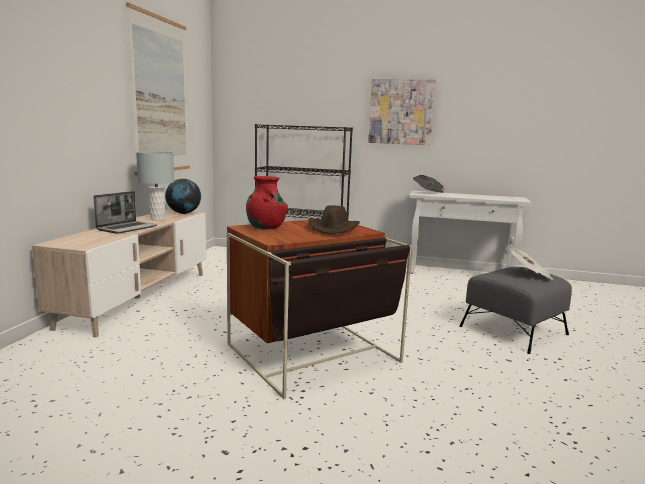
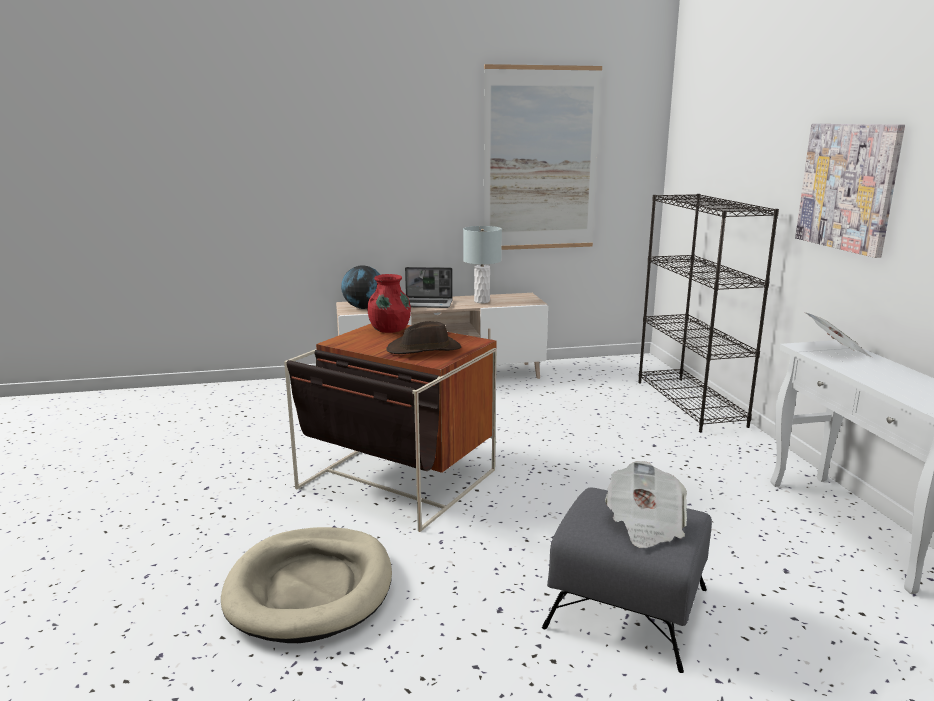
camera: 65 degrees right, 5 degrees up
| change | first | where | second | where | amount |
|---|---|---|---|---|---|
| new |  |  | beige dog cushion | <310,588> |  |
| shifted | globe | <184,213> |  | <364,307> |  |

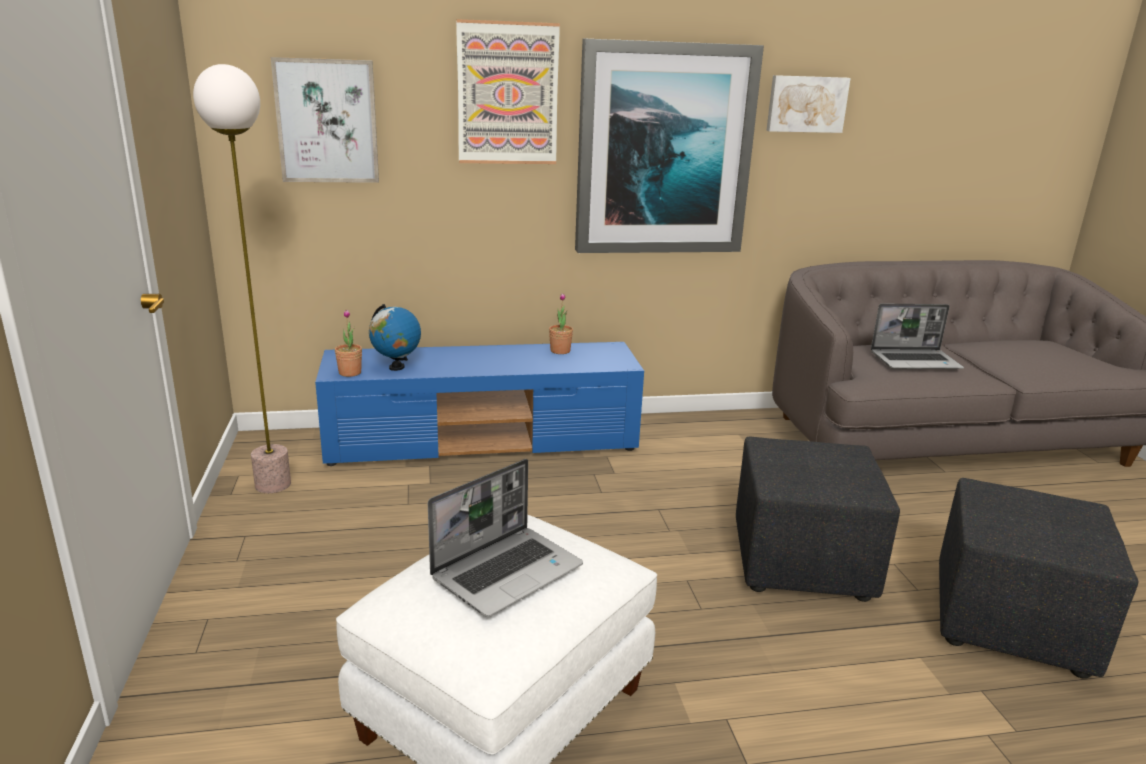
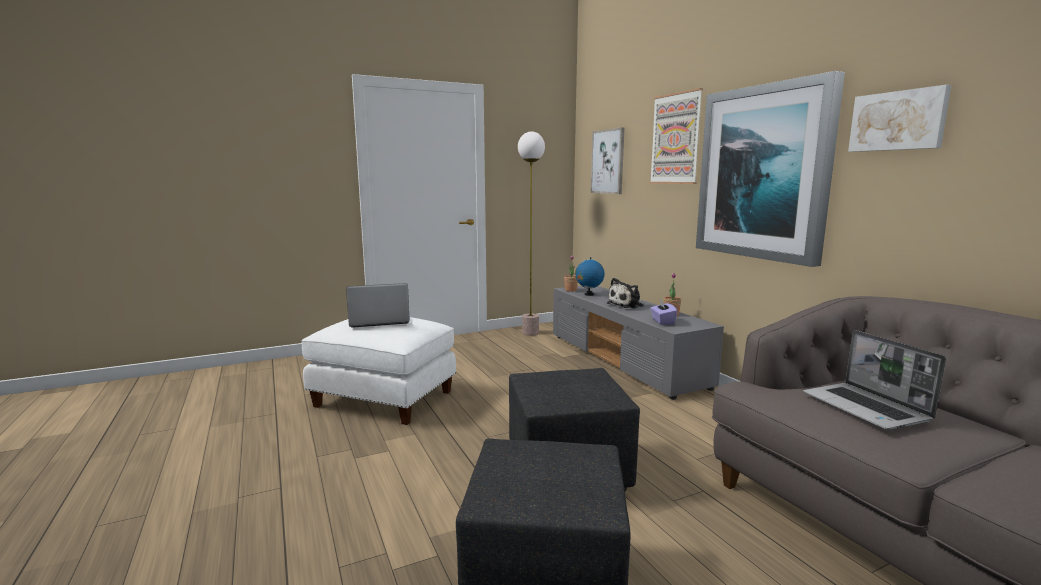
camera: 75 degrees right, 10 degrees down
| change | first | where | second | where | amount |
|---|---|---|---|---|---|
| rotated | notebook computer | <508,571> |  | <378,321> | 135 degrees clockwise |
| repainted | blue-coloured tv stand | <484,441> | greyish tv stand | <625,360> |  |
| new |  |  | plush toy | <627,305> |  |
| new |  |  | purple box of tissues | <662,321> |  |

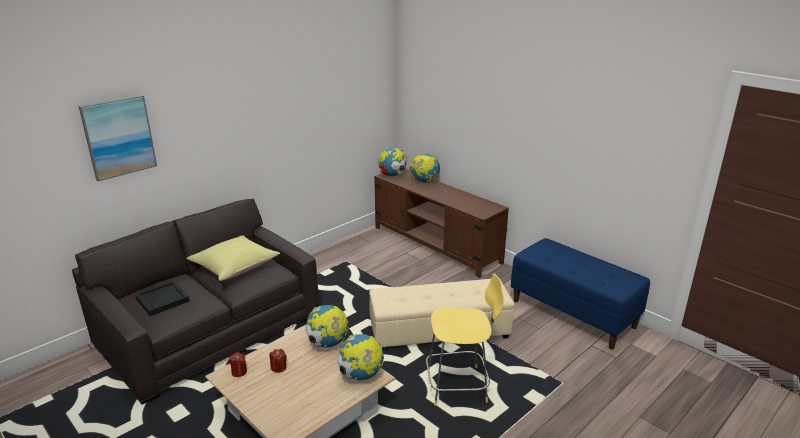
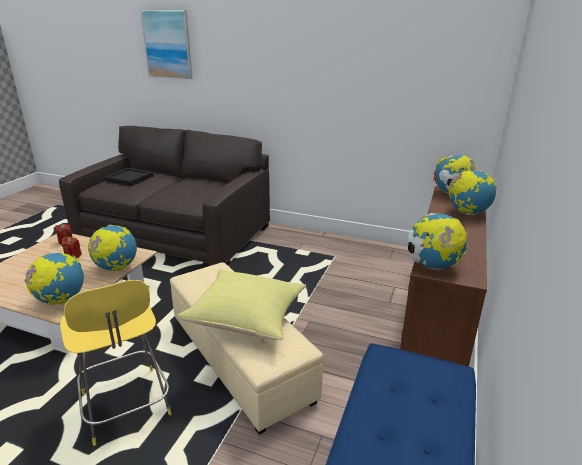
camera: 65 degrees right, 0 degrees up
| change | first | where | second | where | amount |
|---|---|---|---|---|---|
| shifted | yellow-coloured cushion | <235,268> |  | <247,318> |  |
| new |  |  | globe | <432,266> |  |

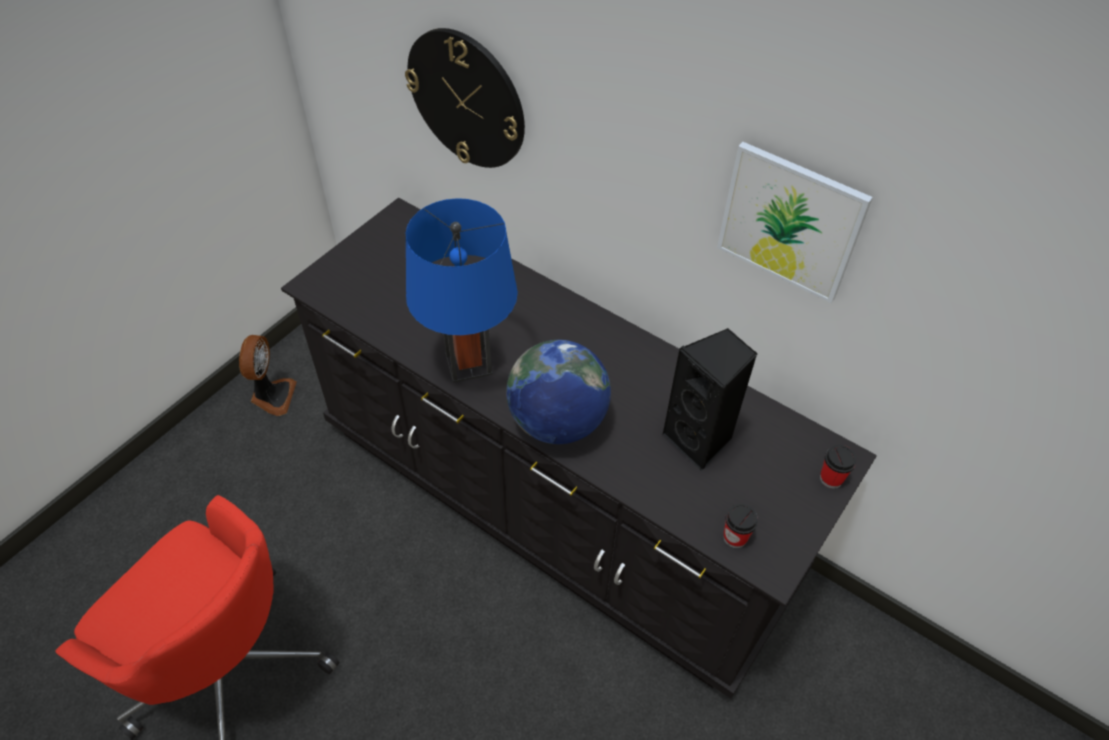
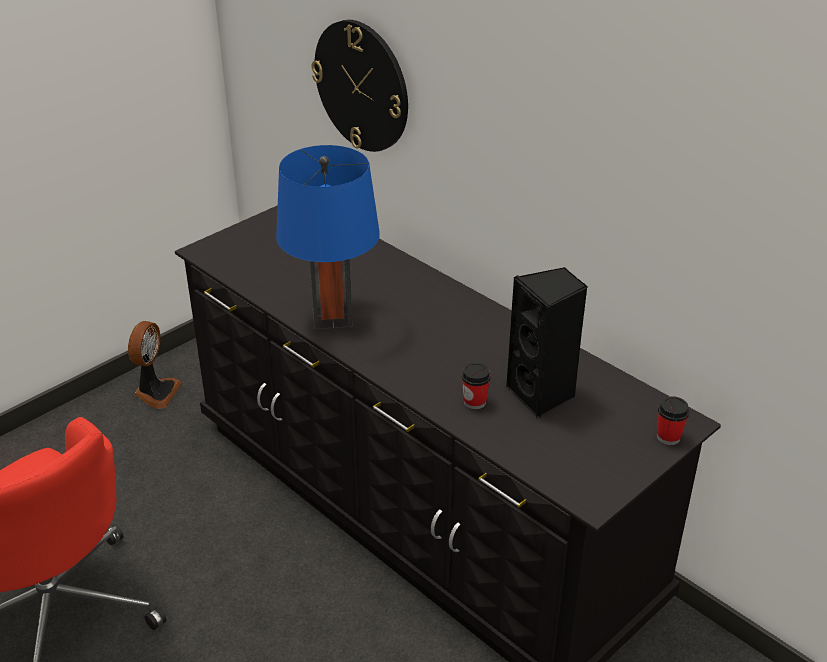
camera: 10 degrees right, 15 degrees down
| change | first | where | second | where | amount |
|---|---|---|---|---|---|
| shifted | small cup | <735,537> |  | <474,402> |  |
| gone | globe | <557,422> |  |  |  |
| gone | wall picture | <790,222> |  |  |  |

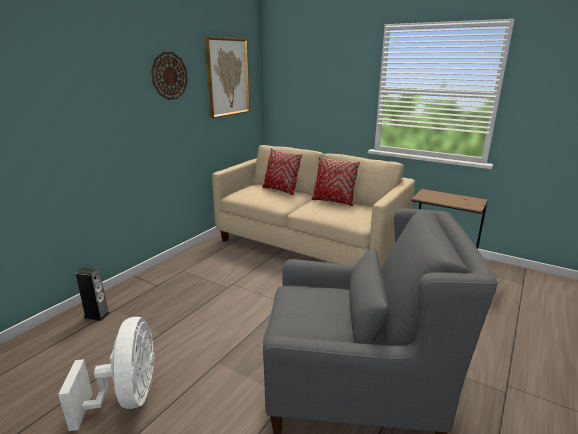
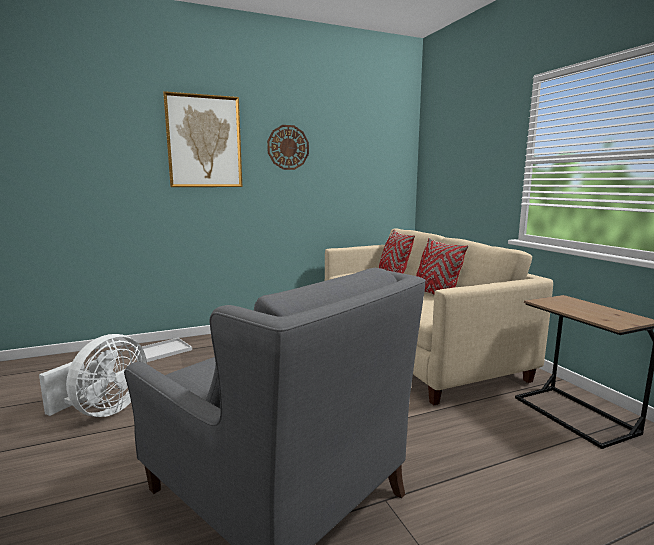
camera: 35 degrees right, 10 degrees down
| change | first | where | second | where | amount |
|---|---|---|---|---|---|
| swapped | audio speaker | <97,315> | white-coloured tray | <164,350> |  |
| shifted | wall picture | <228,77> |  | <204,142> |  |

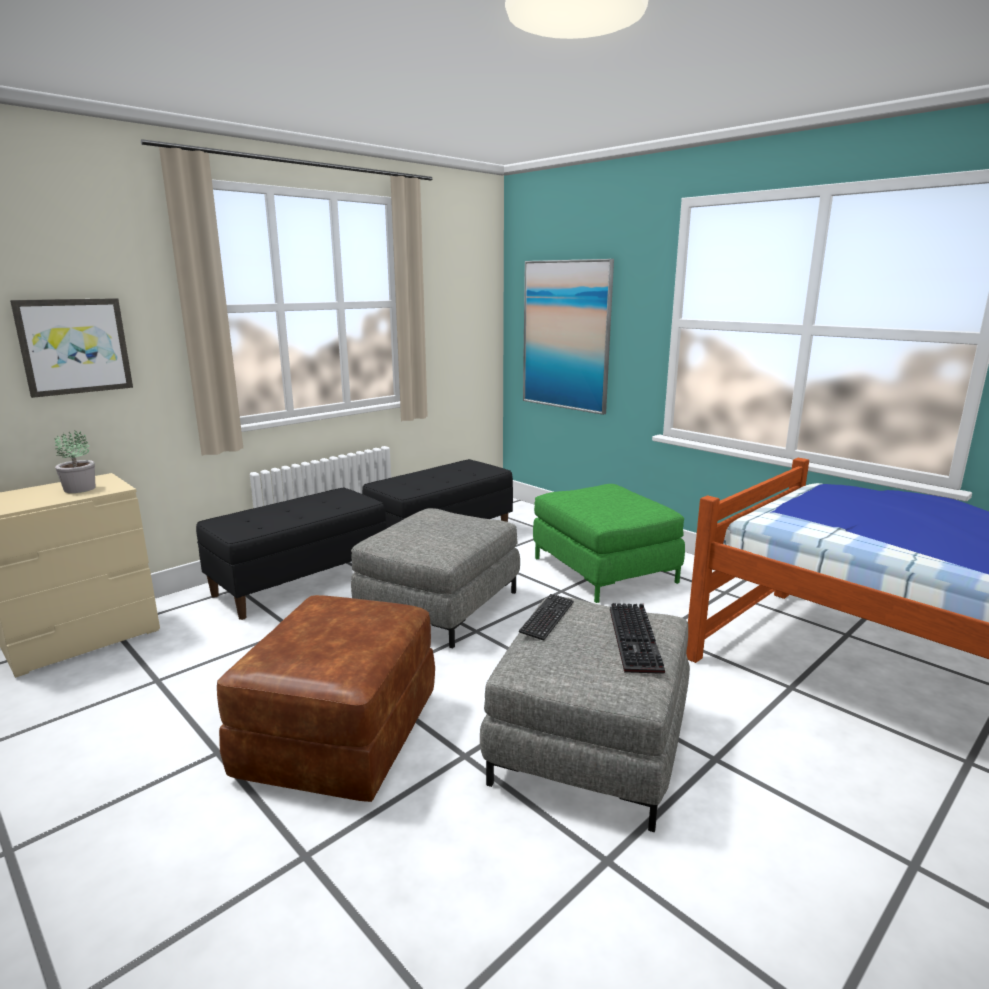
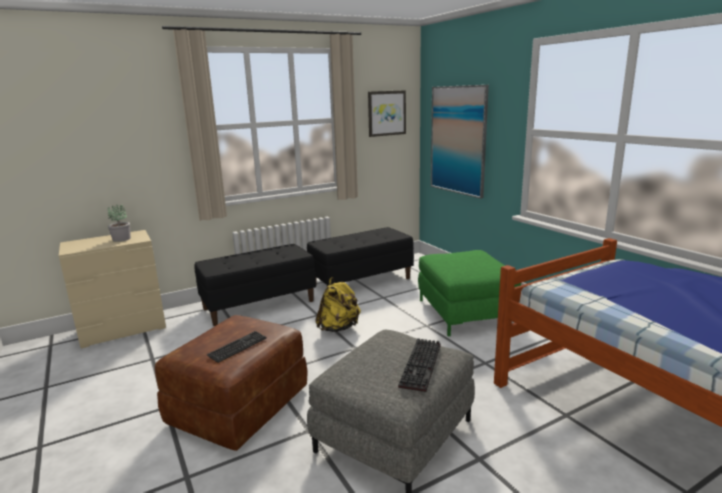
camera: 15 degrees right, 0 degrees up
| change | first | where | second | where | amount |
|---|---|---|---|---|---|
| shifted | PC keyboard | <547,618> |  | <237,347> |  |
| swapped | greyish footrest | <439,605> | yellow-coloured knapsack | <338,328> |  |
| shifted | wall picture | <74,346> |  | <386,113> |  |

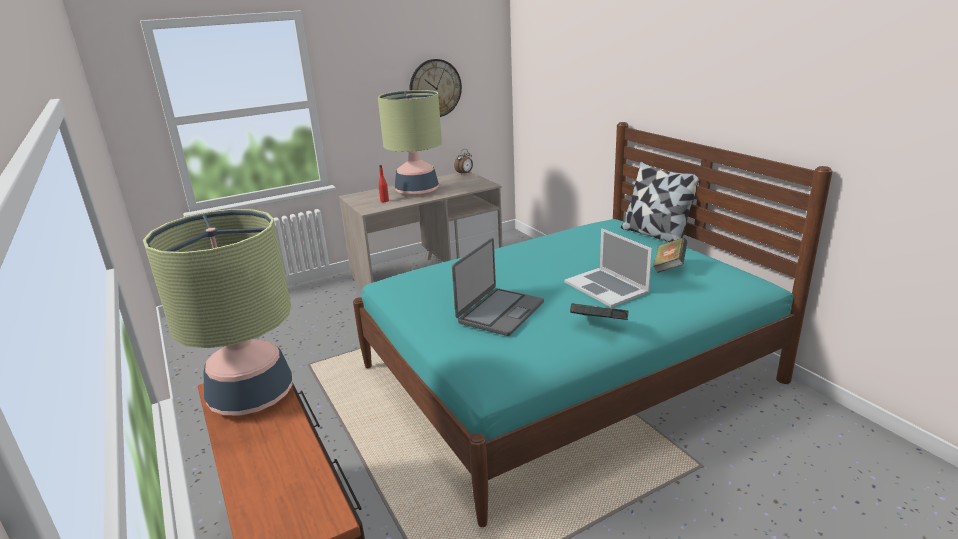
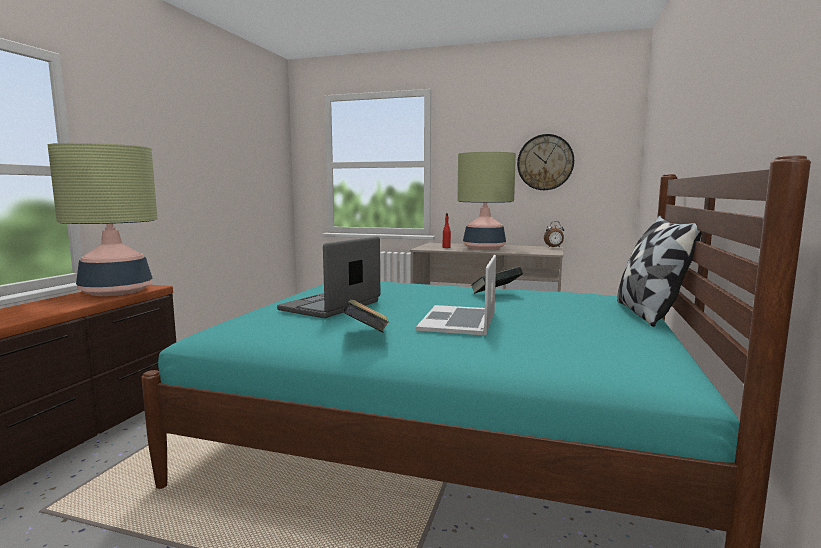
camera: 45 degrees right, 15 degrees down
| change | first | where | second | where | amount |
|---|---|---|---|---|---|
| rotated | notebook computer | <499,312> |  | <331,306> | 135 degrees clockwise |
| shifted | volume | <669,267> |  | <495,294> |  |

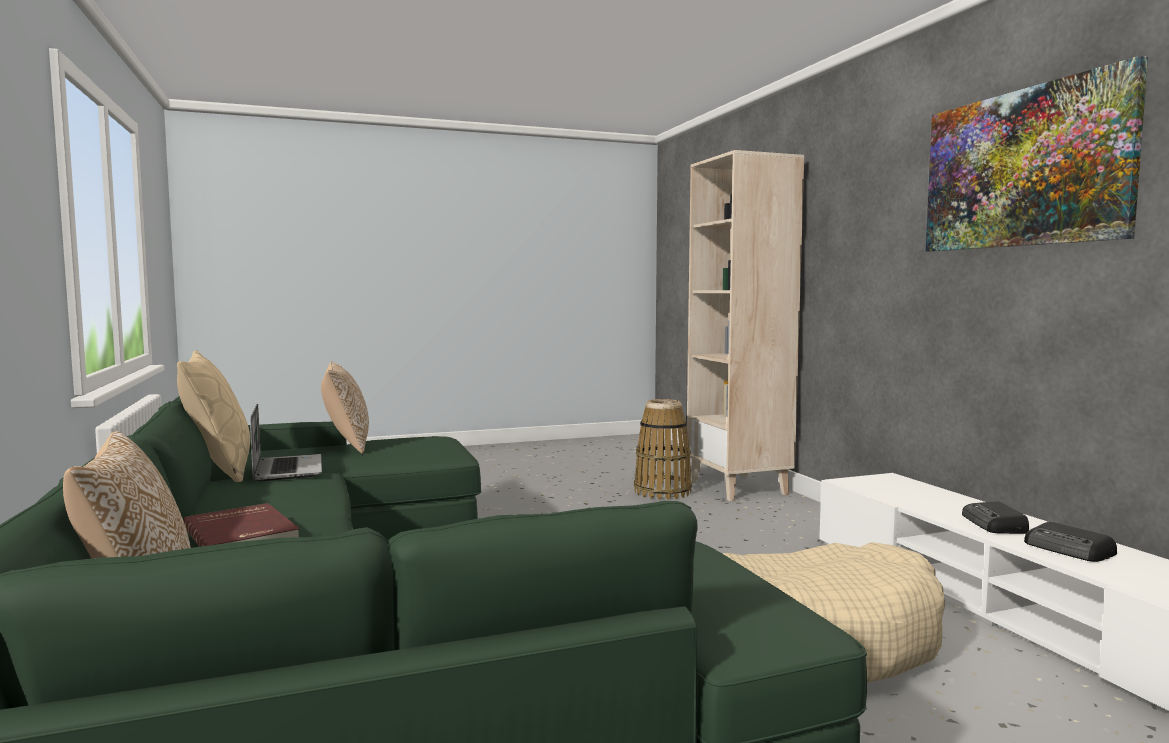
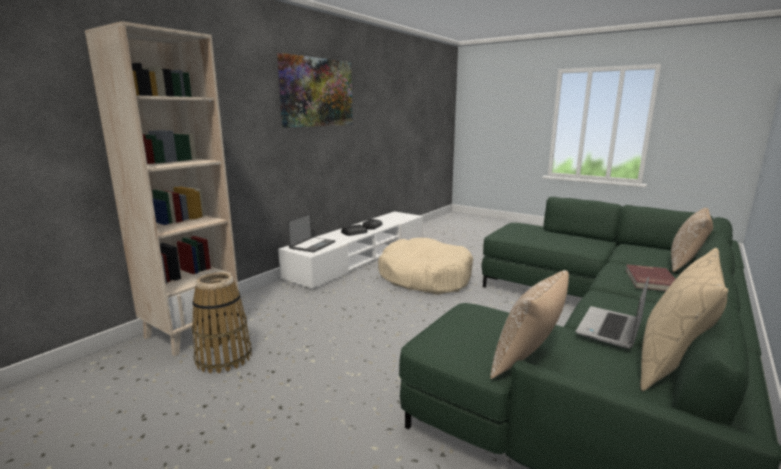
camera: 125 degrees left, 10 degrees up
| change | first | where | second | where | amount |
|---|---|---|---|---|---|
| new |  |  | notebook computer | <312,245> |  |

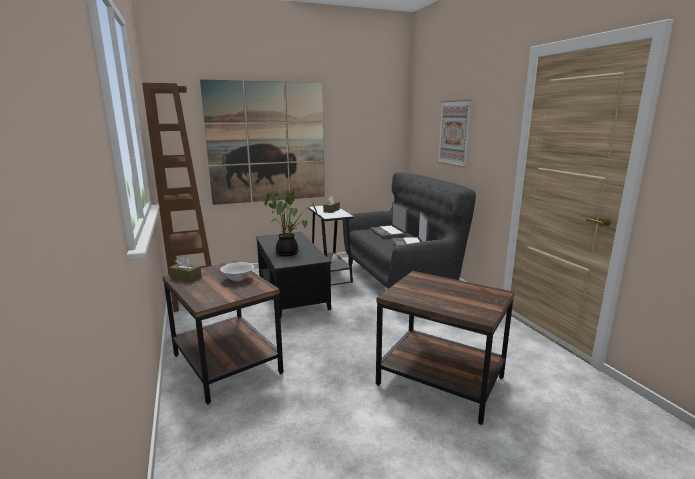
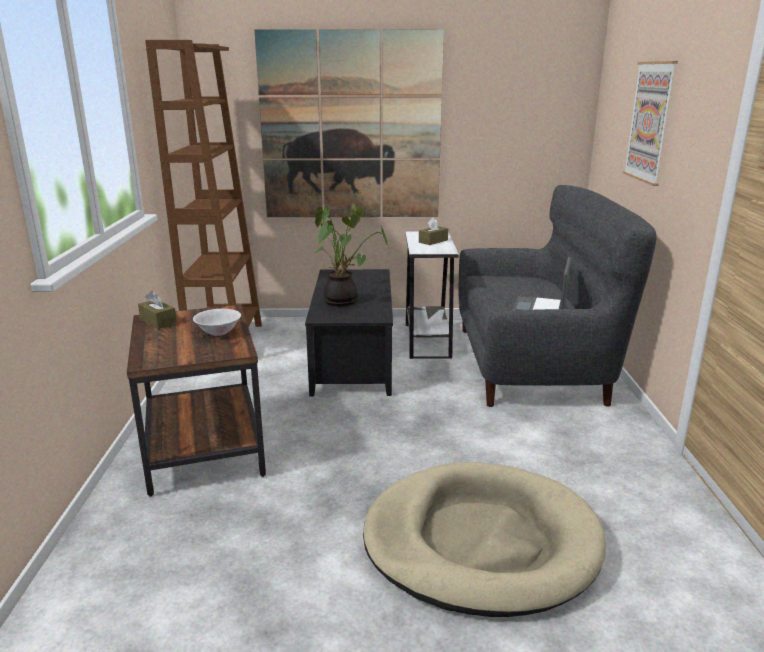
camera: 20 degrees right, 5 degrees up
| change | first | where | second | where | amount |
|---|---|---|---|---|---|
| swapped | brown side table | <439,382> | beige dog cushion | <480,542> |  |
| gone | notebook computer | <388,232> |  |  |  |

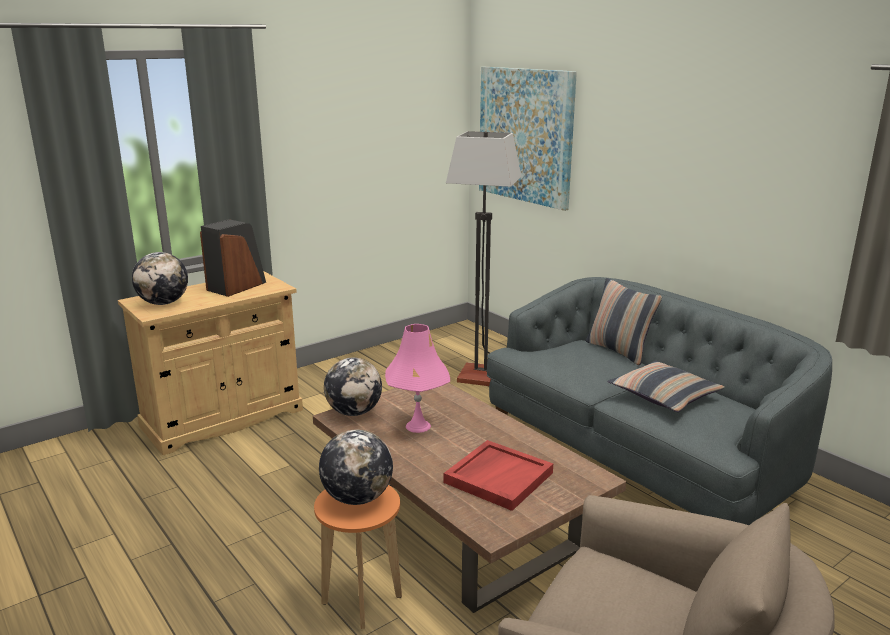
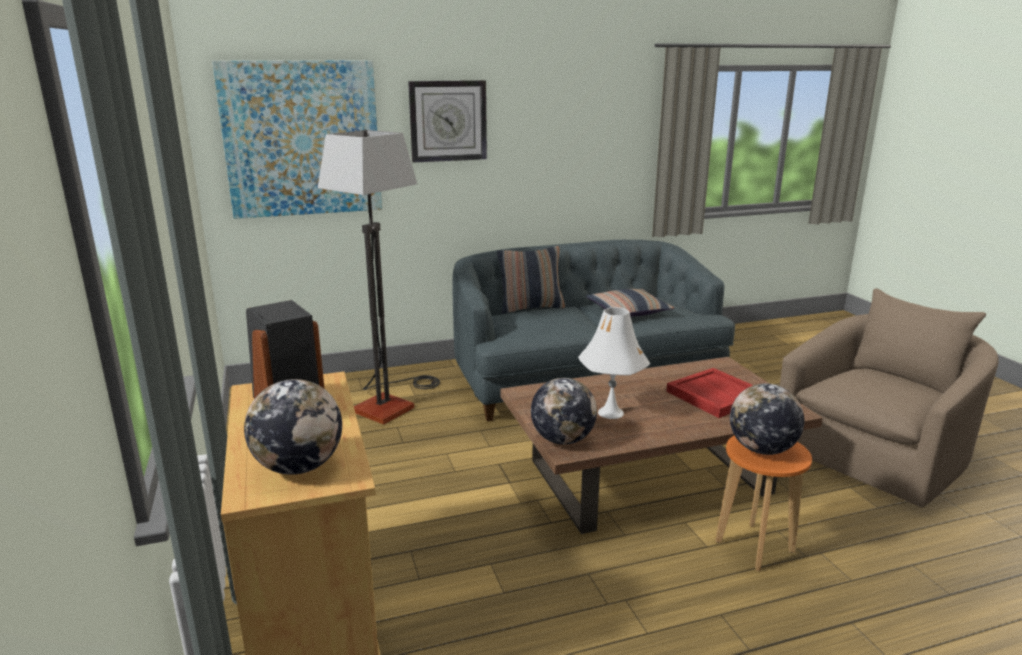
camera: 70 degrees left, 0 degrees up
| change | first | where | second | where | amount |
|---|---|---|---|---|---|
| new |  |  | hanging clock | <448,121> |  |
| repainted | pinkish table lamp | <418,426> | white-coloured table lamp | <611,413> |  |

